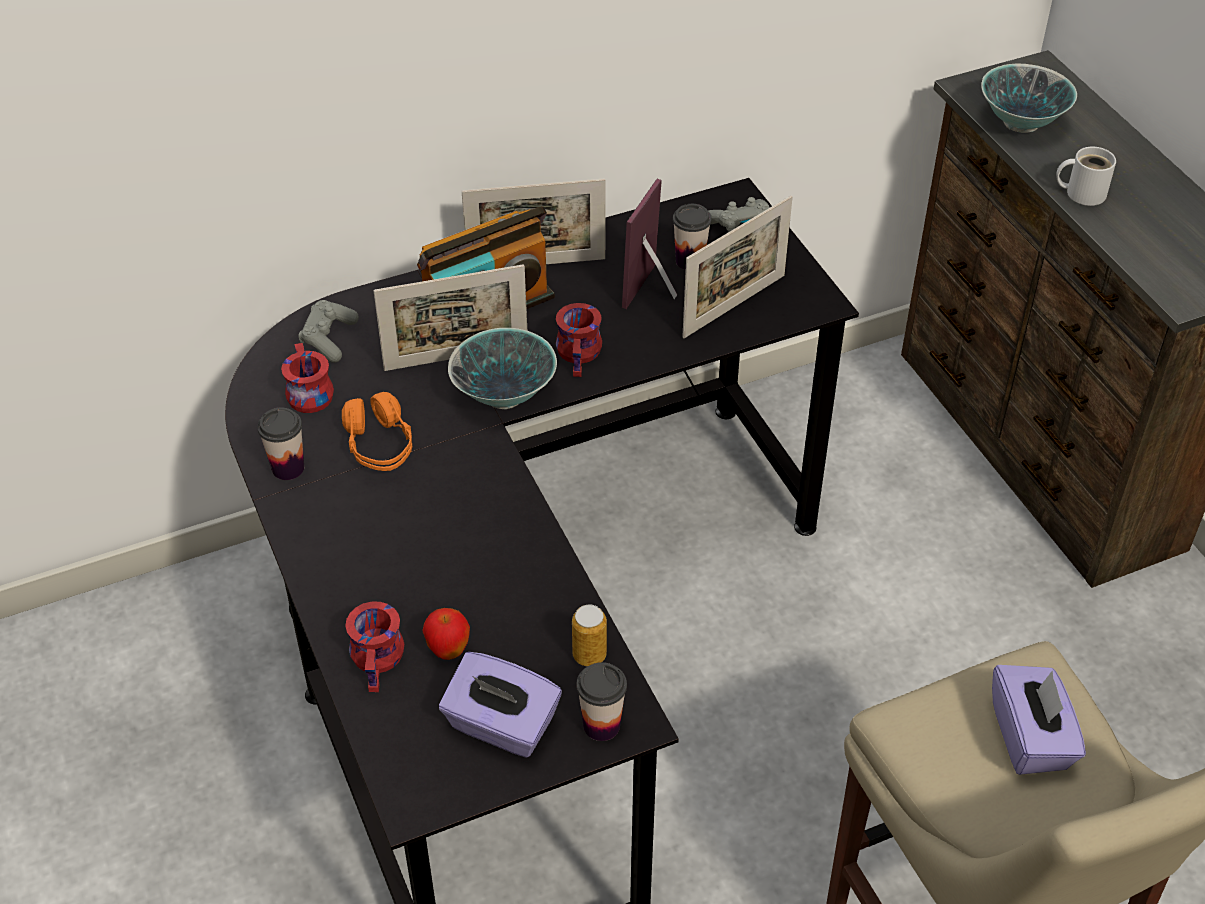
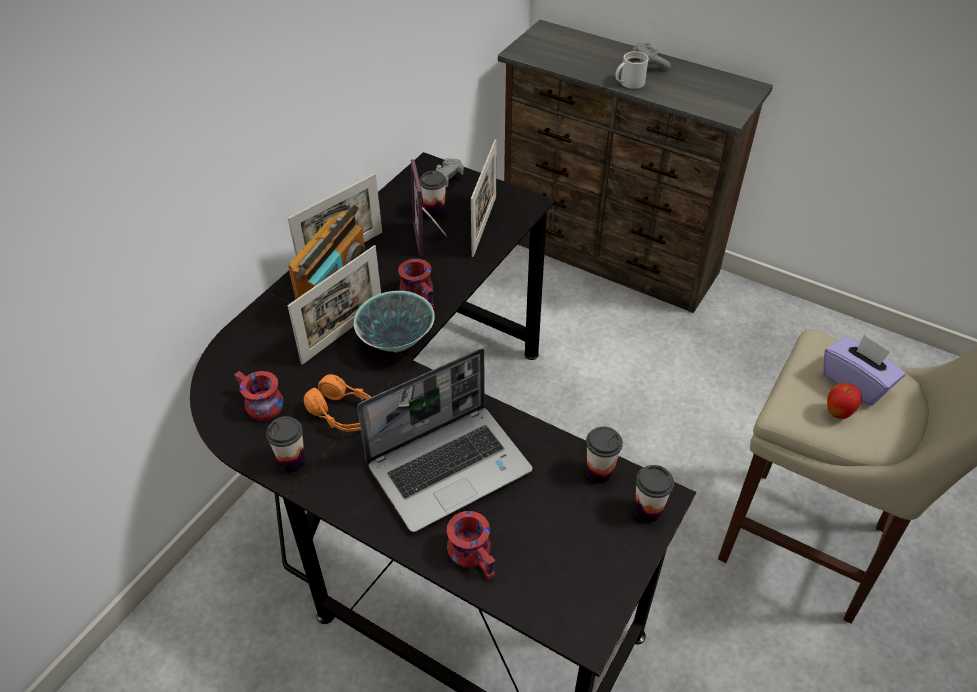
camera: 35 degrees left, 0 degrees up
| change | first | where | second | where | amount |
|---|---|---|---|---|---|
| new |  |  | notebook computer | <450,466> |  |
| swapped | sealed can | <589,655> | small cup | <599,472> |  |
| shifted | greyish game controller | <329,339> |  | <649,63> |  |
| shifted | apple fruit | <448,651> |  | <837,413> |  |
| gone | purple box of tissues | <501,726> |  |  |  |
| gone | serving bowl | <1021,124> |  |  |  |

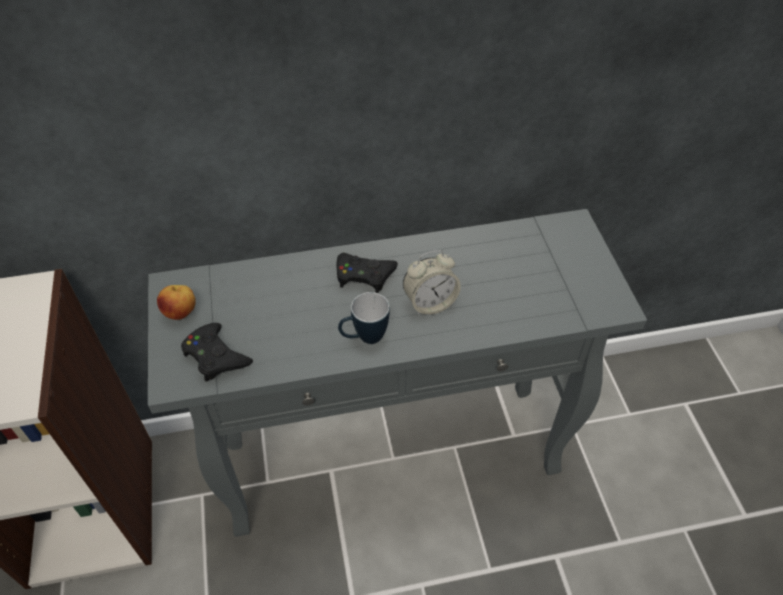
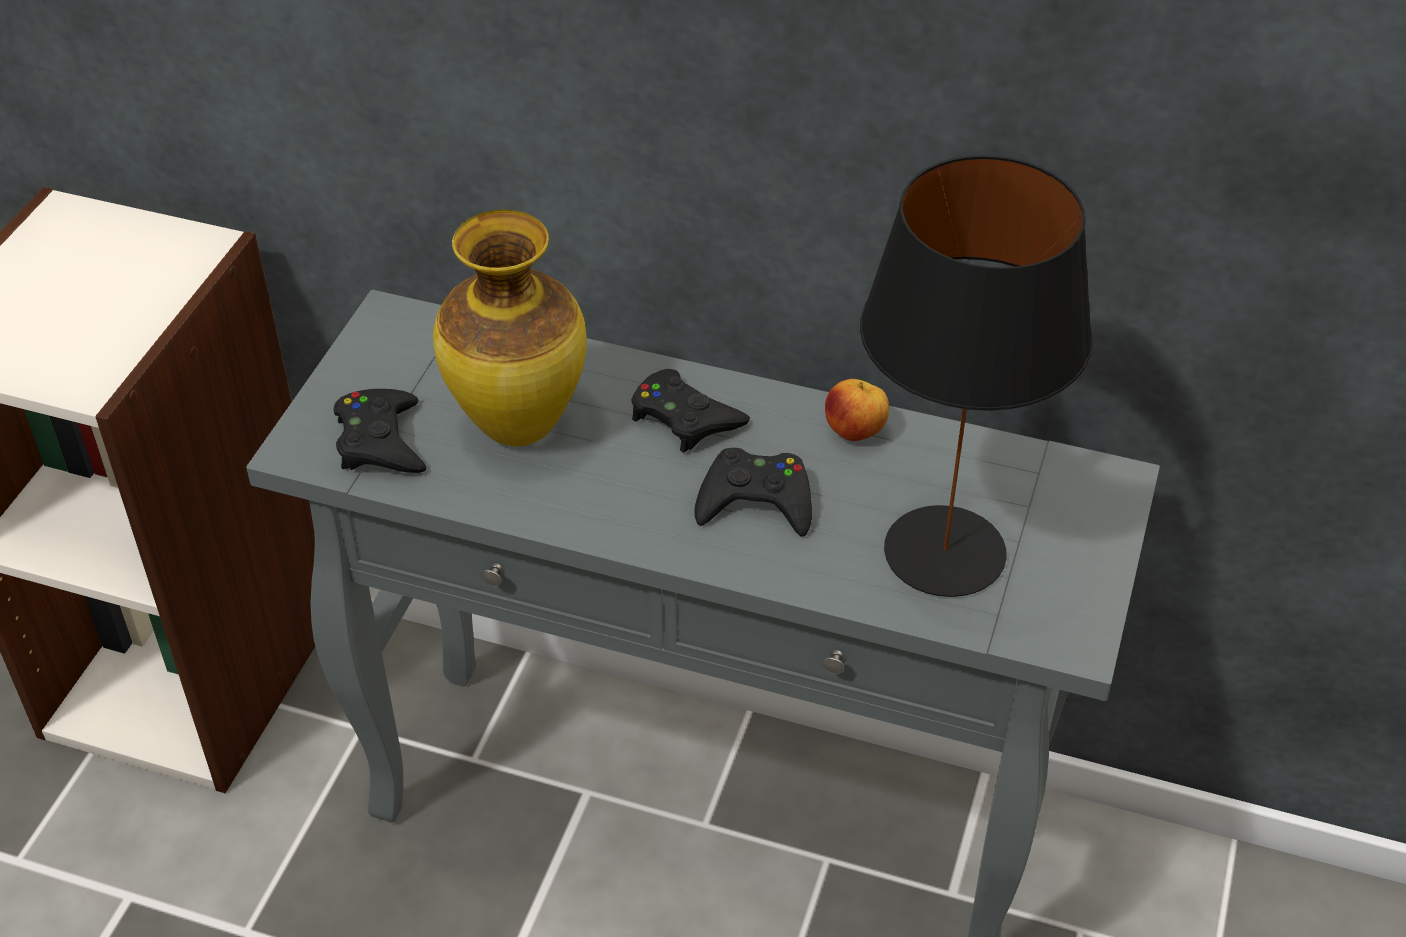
camera: 30 degrees right, 5 degrees down
| change | first | where | second | where | amount |
|---|---|---|---|---|---|
| new |  |  | flower vase | <521,427> |  |
| swapped | table clock | <430,303> | black game controller | <756,501> |  |
| shifted | apple fruit | <181,313> |  | <856,432> |  |
| new |  |  | black table lamp | <946,549> |  |
| gone | tea mug | <364,338> |  |  |  |

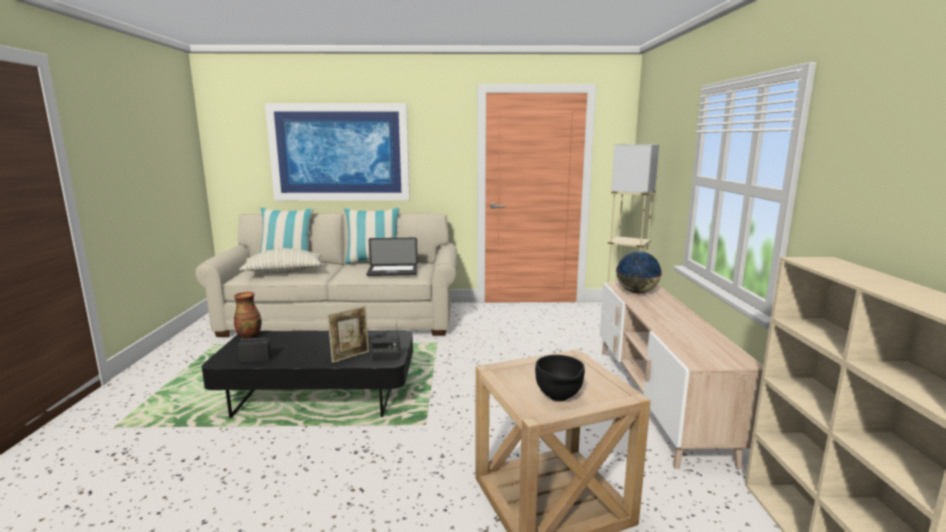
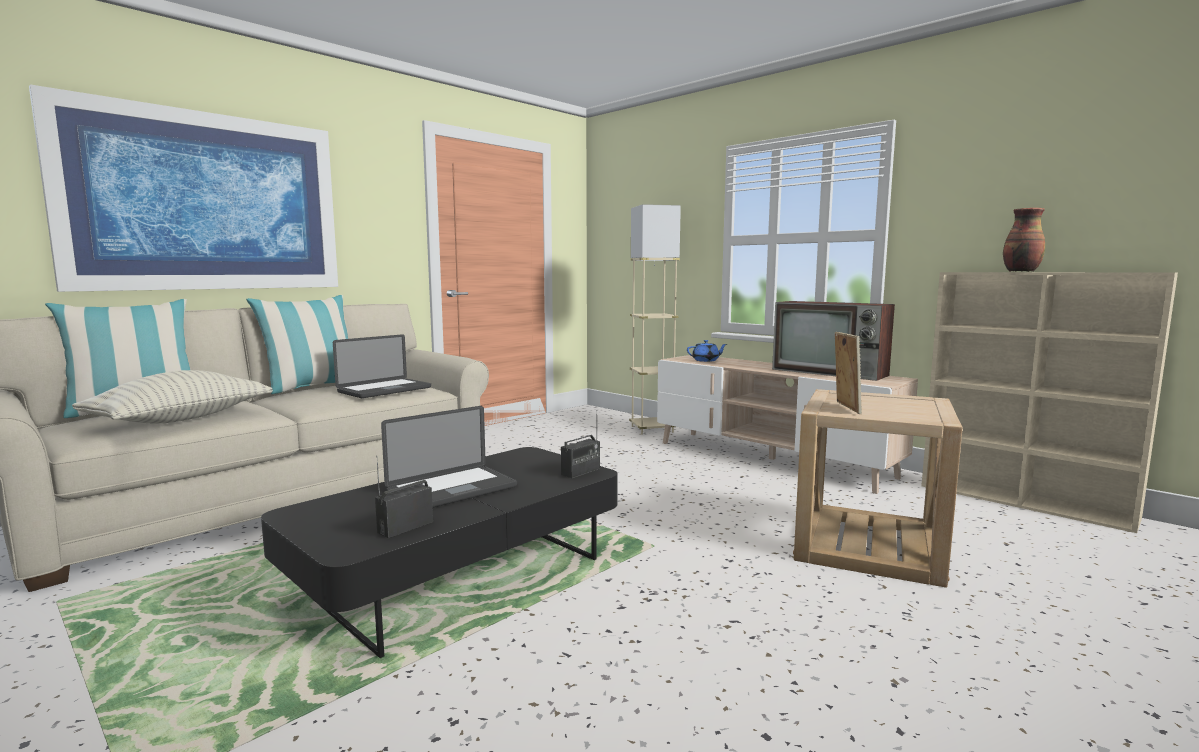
camera: 45 degrees left, 5 degrees down
| change | first | where | second | where | amount |
|---|---|---|---|---|---|
| new |  |  | notebook computer | <452,490> |  |
| swapped | globe | <637,292> | blue-coloured tea pot | <706,360> |  |
| new |  |  | television | <831,372> |  |
| shifted | picture frame | <350,356> |  | <845,408> |  |
| shifted | flower vase | <249,336> |  | <1020,271> |  |
| gone | black serving bowl | <559,399> |  |  |  |

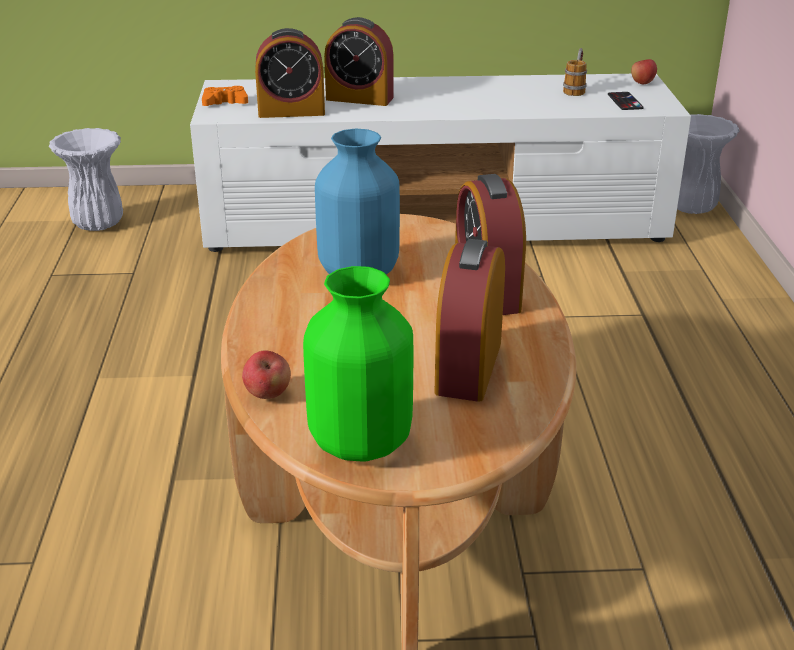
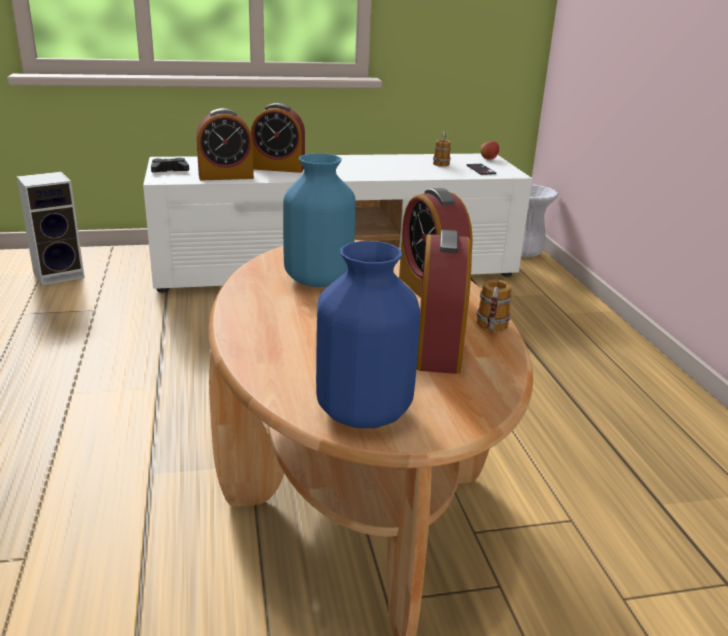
camera: 10 degrees left, 5 degrees down
| change | first | where | second | where | amount |
|---|---|---|---|---|---|
| swapped | white-coloured flower vase | <99,223> | audio speaker | <60,274> |  |
| repainted | orange-coloured game controller | <225,102> | black game controller | <169,171> |  |
| repainted | green flower vase | <362,442> | blue-coloured flower vase | <365,412> |  |
| new |  |  | tea mug | <491,332> |  |
| gone | apple fruit | <268,394> |  |  |  |

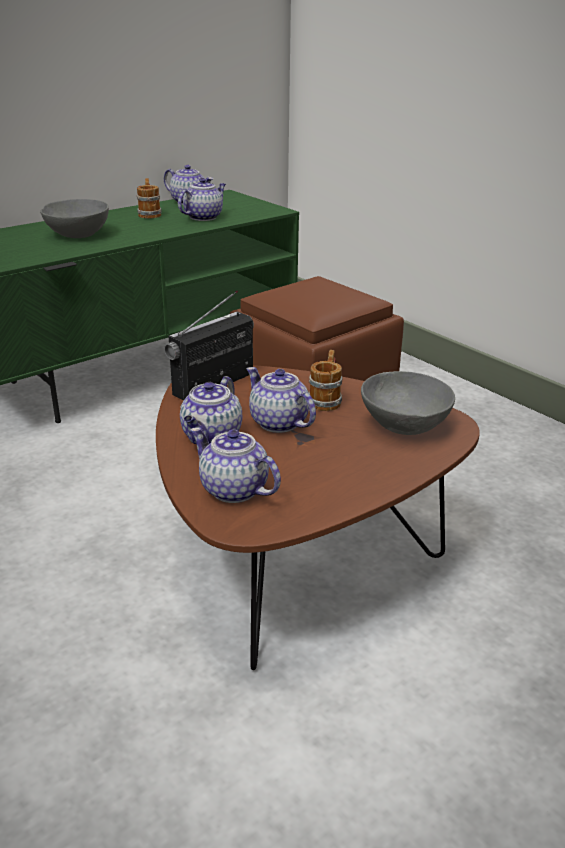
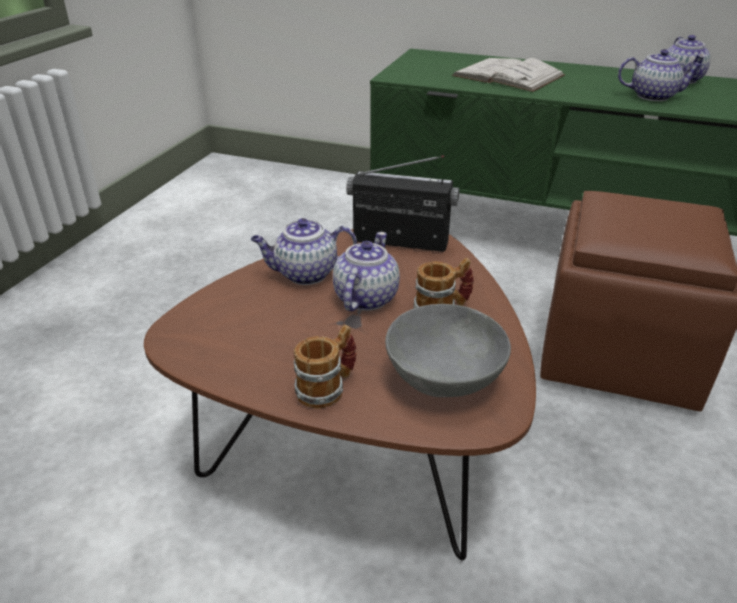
camera: 60 degrees right, 5 degrees up
| change | first | where | second | where | amount |
|---|---|---|---|---|---|
| shifted | tea mug | <149,214> |  | <327,388> |  |
| swapped | greyish serving bowl | <78,235> | white-coloured volume | <508,75> |  |
| gone | tea pot | <233,489> |  |  |  |

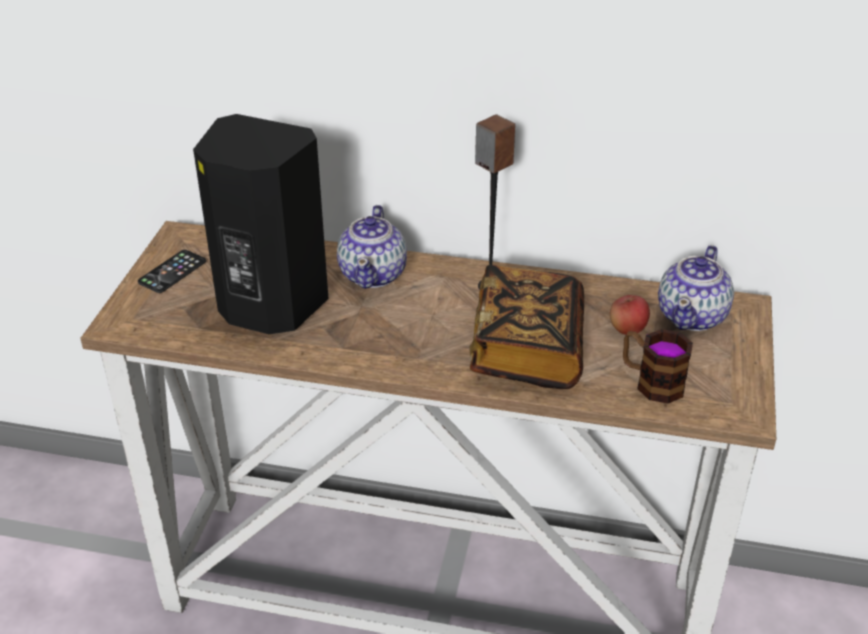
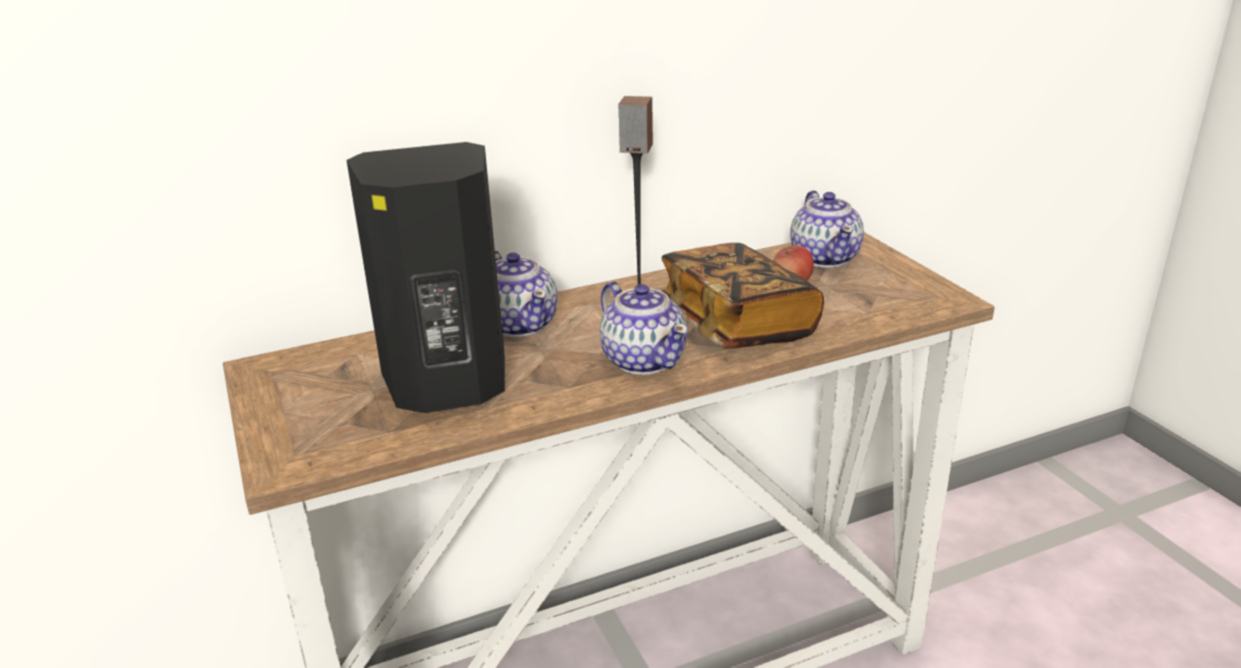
camera: 35 degrees left, 10 degrees down
| change | first | where | second | where | amount |
|---|---|---|---|---|---|
| new |  |  | tea pot | <643,360> |  |
| gone | handset | <172,272> |  |  |  |
| gone | tea mug | <651,382> |  |  |  |

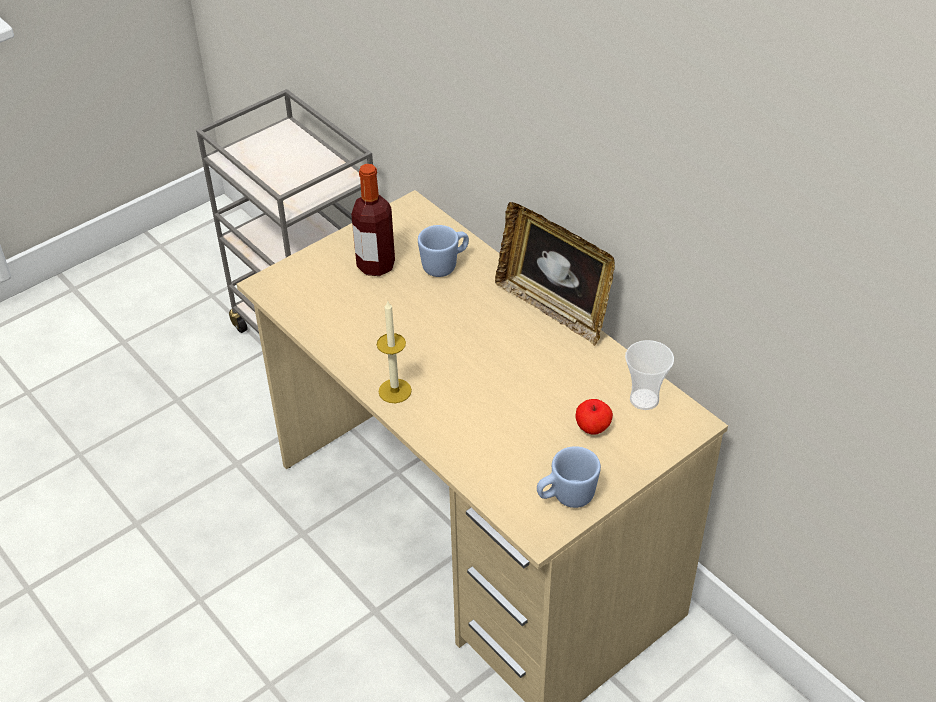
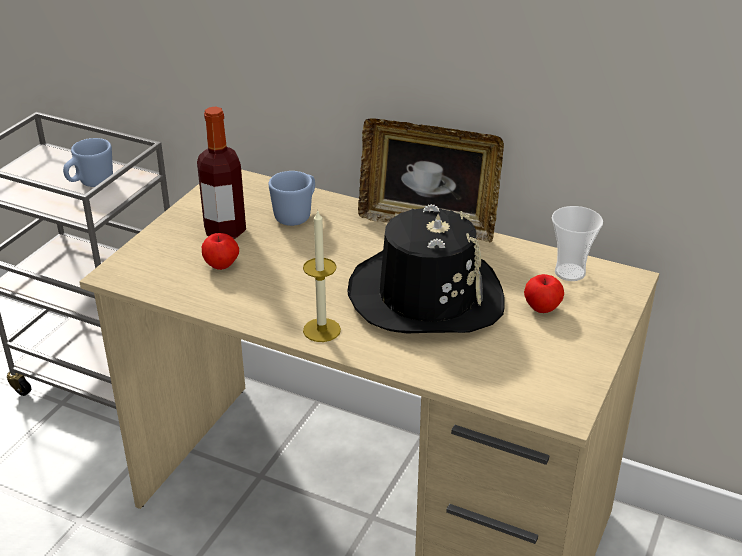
camera: 25 degrees left, 10 degrees down
| change | first | where | second | where | amount |
|---|---|---|---|---|---|
| shifted | blue-coloured tea mug | <566,497> |  | <91,183> |  |
| new |  |  | apple fruit | <221,265> |  |
| new |  |  | black wearable hat | <426,295> |  |

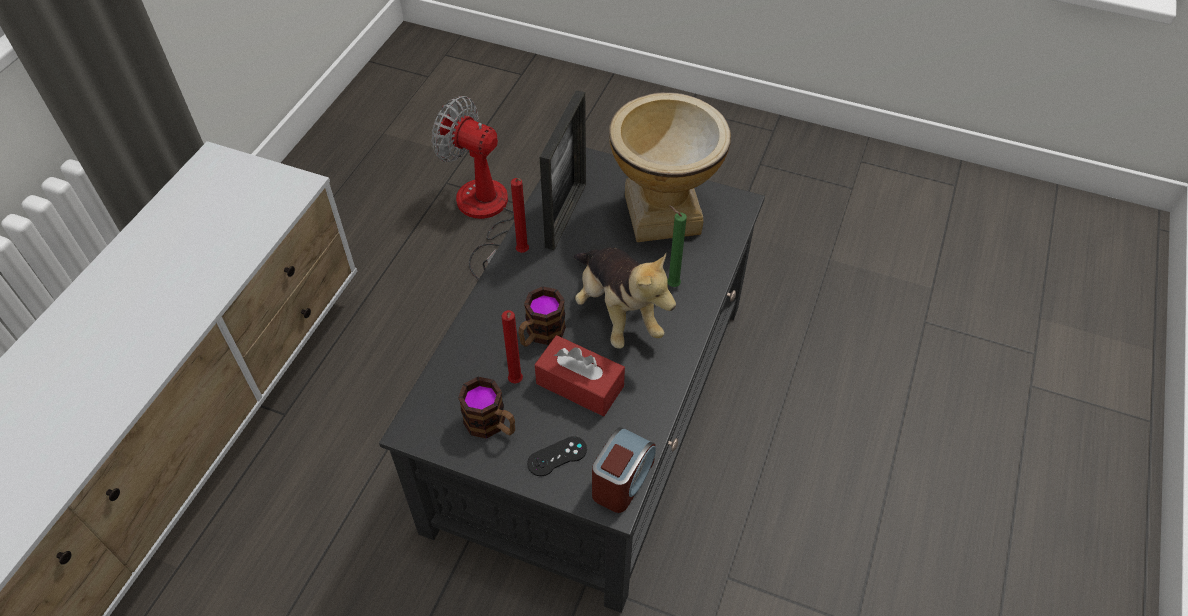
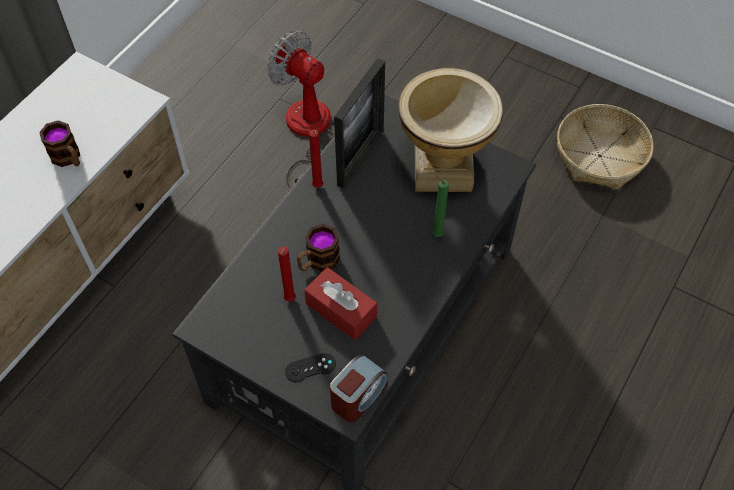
camera: 10 degrees right, 5 degrees up
| change | first | where | second | where | amount |
|---|---|---|---|---|---|
| shifted | tea mug | <491,425> |  | <69,158> |  |
| new |  |  | storage basket | <600,156> |  |
| gone | plush toy | <617,312> |  |  |  |

